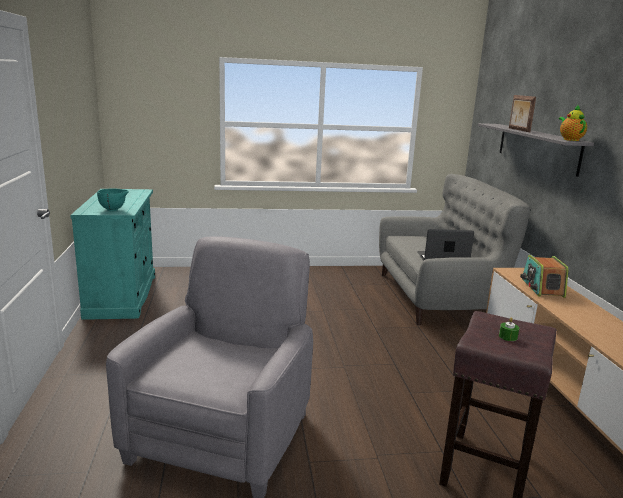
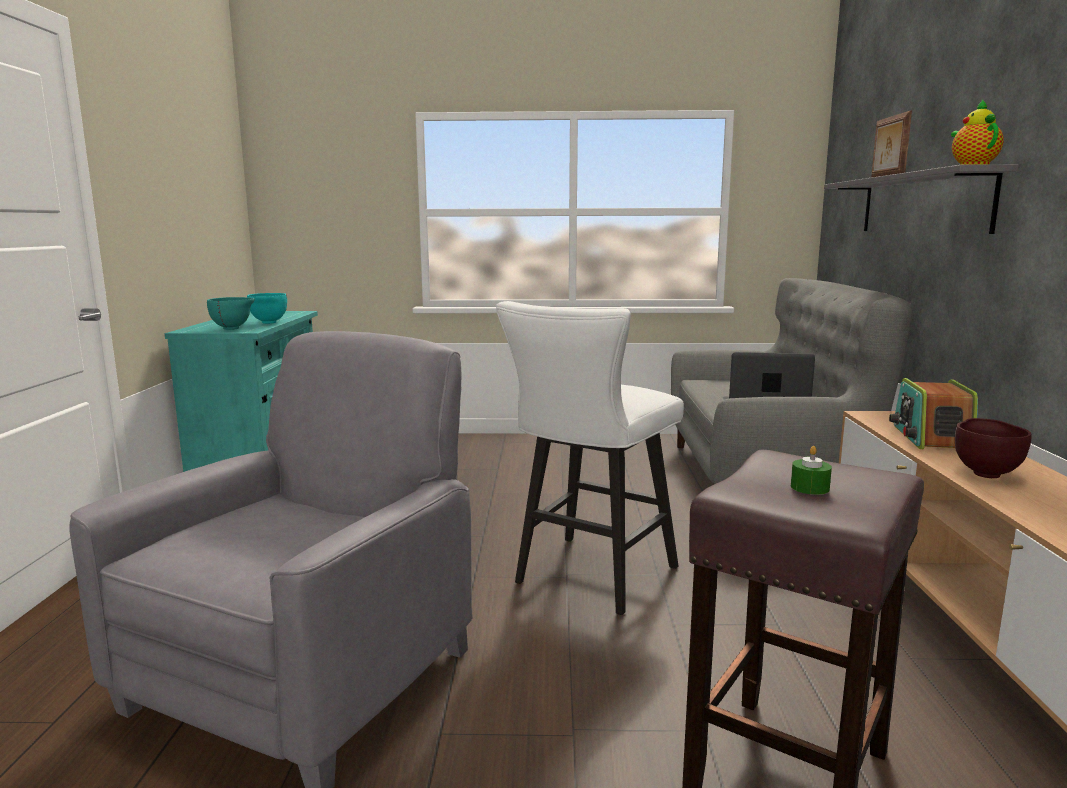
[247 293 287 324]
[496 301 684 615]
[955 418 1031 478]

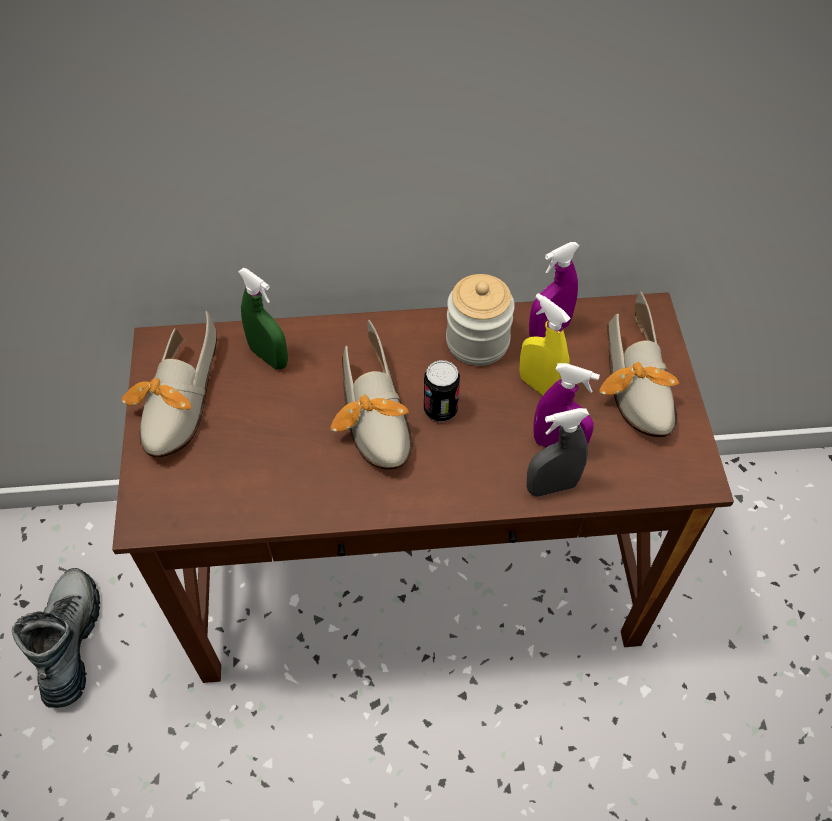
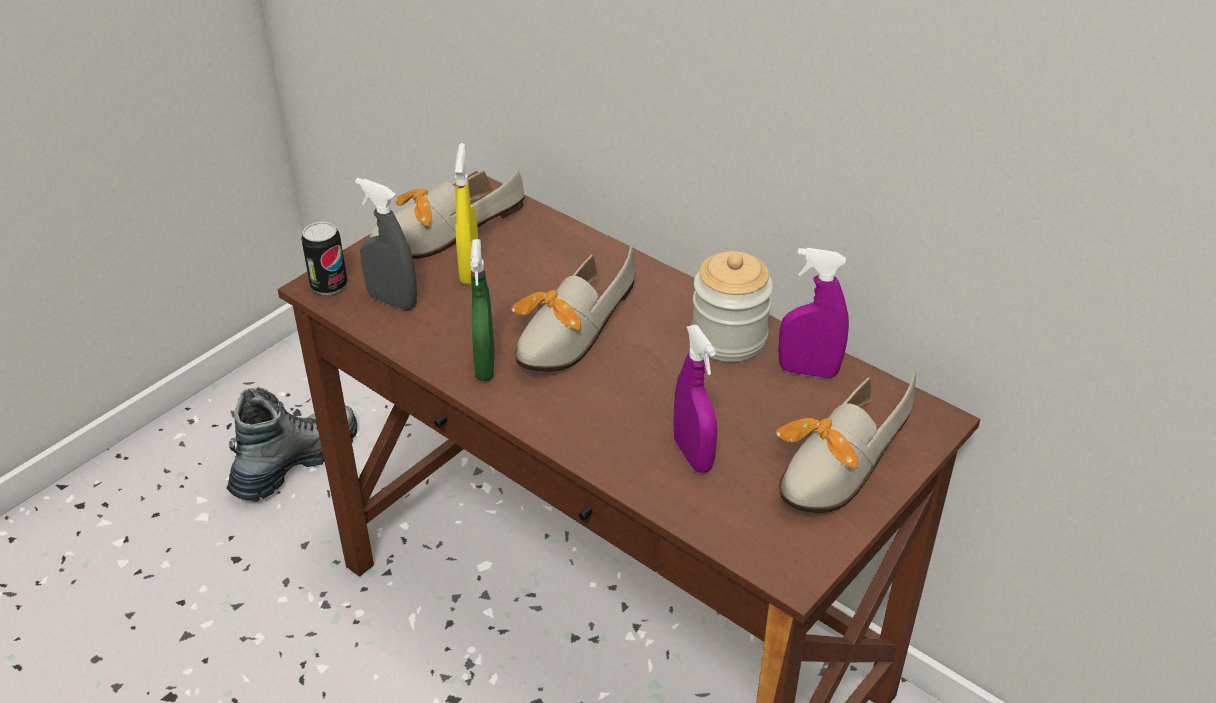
[470 239 494 381]
[301 221 348 295]
[455 143 478 285]
[355 178 417 311]

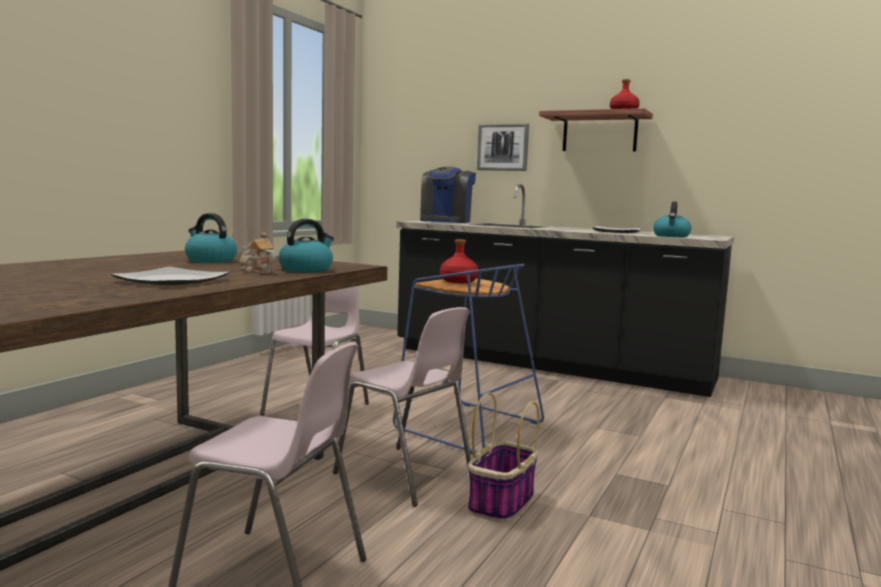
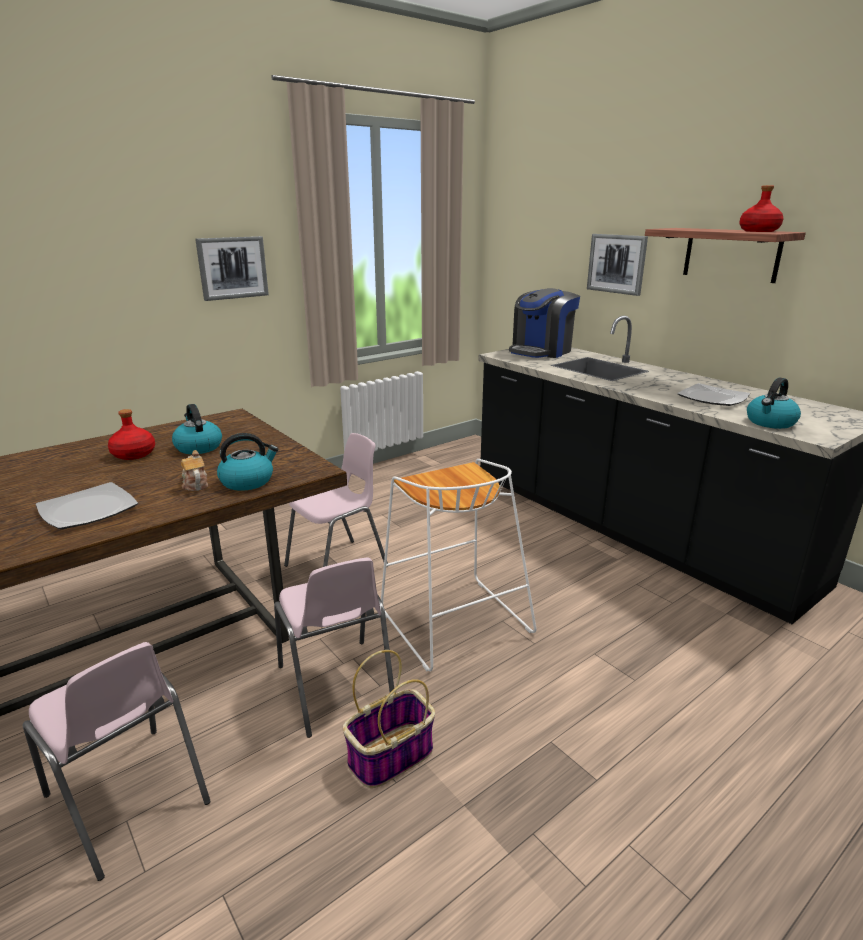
[195 236 269 301]
[108 409 155 460]
[381 459 536 671]

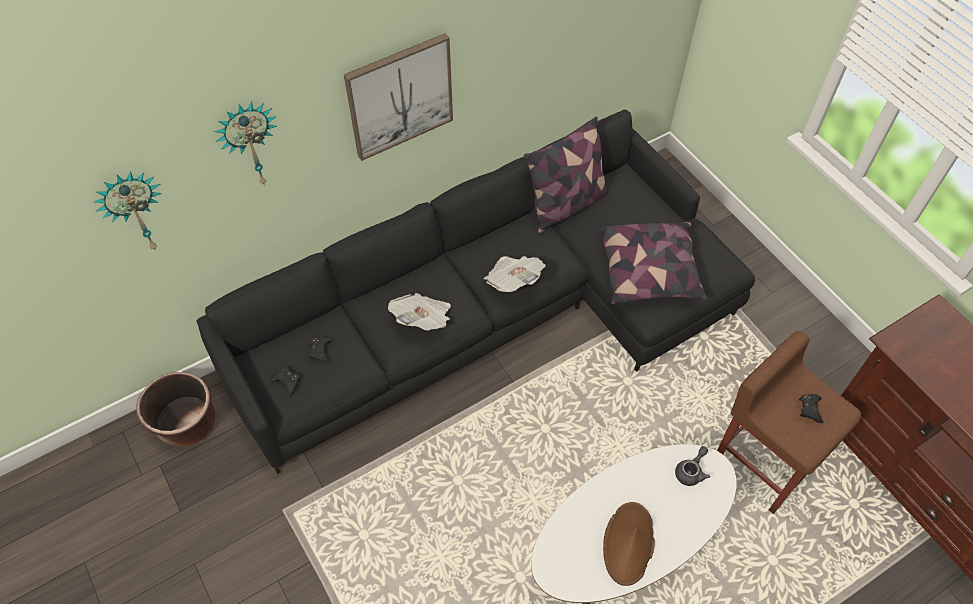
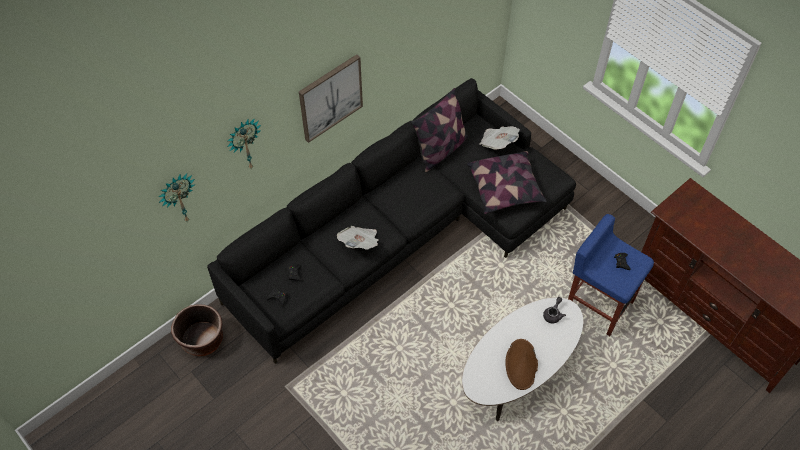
[479 126 520 149]
[568 214 654 336]

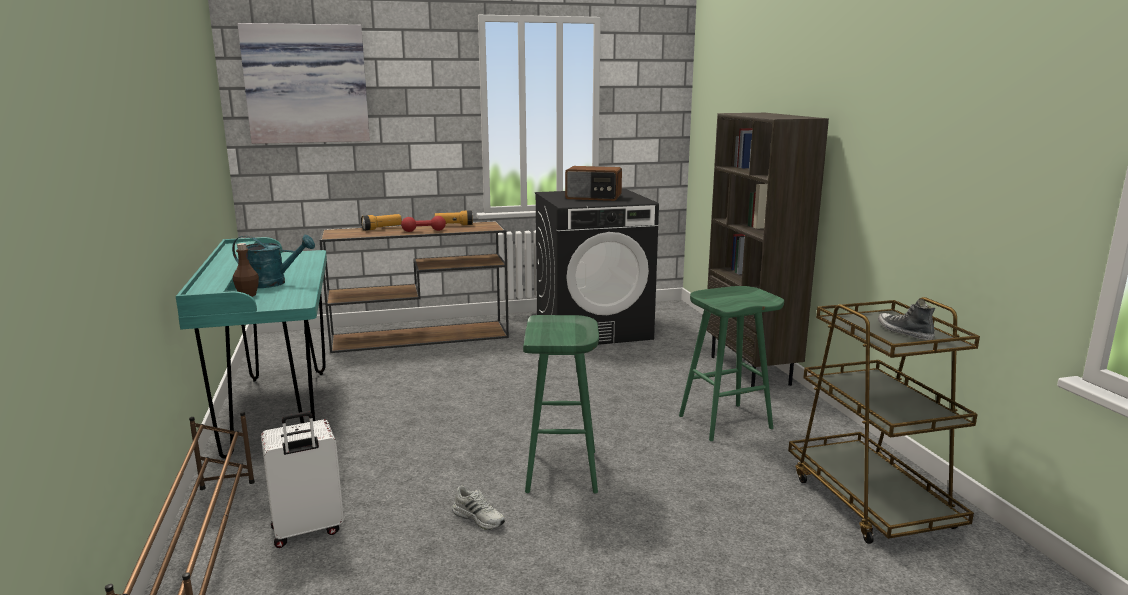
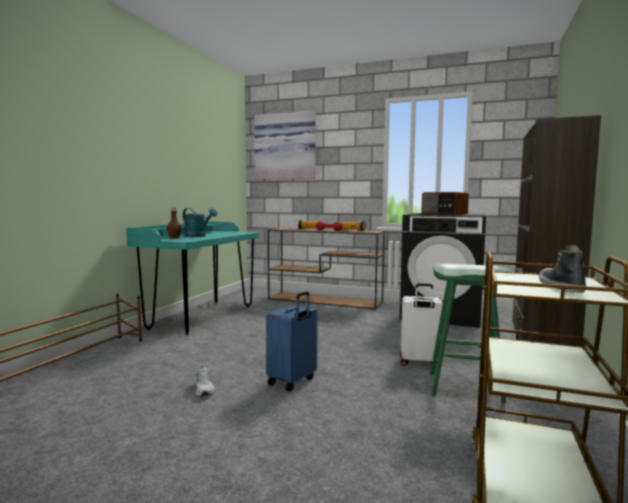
[400 283 443 367]
[266 291 318 391]

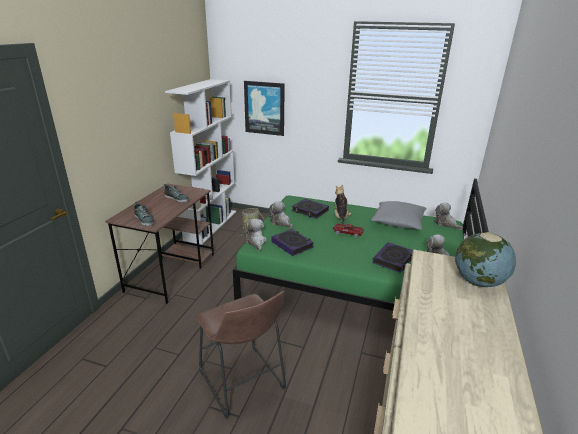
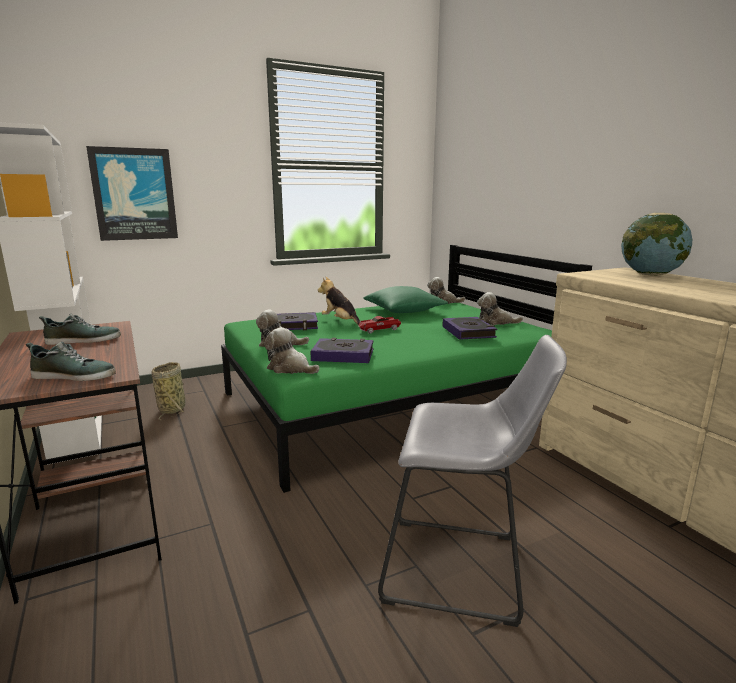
[378 335 567 627]
[364 286 448 313]

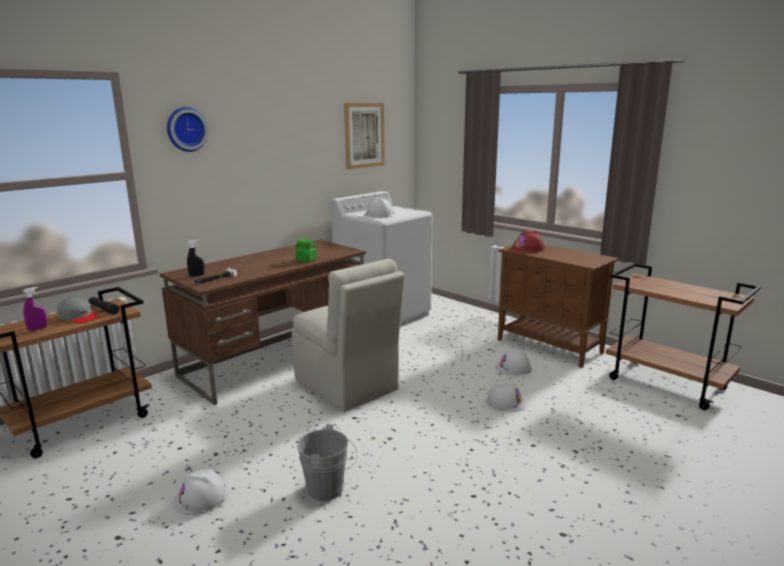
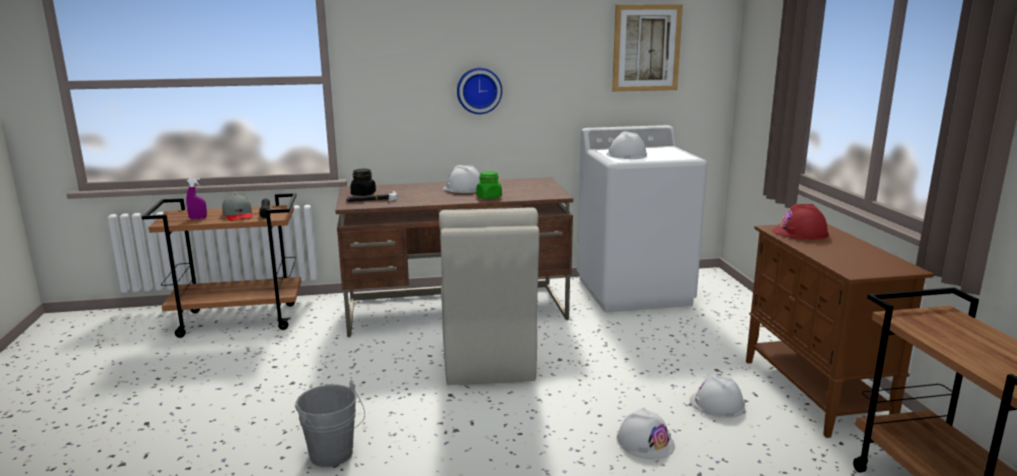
[457 68 502 114]
[443 165 480 193]
[350 169 376 196]

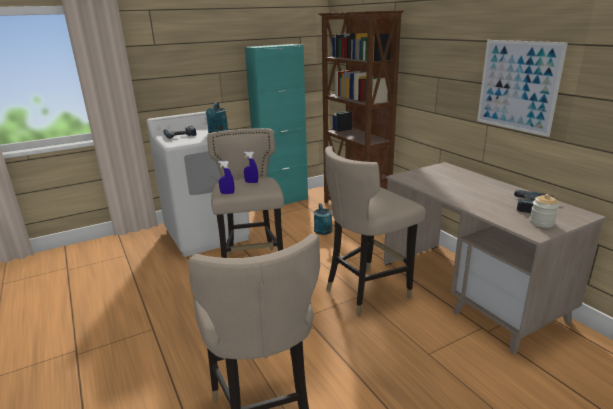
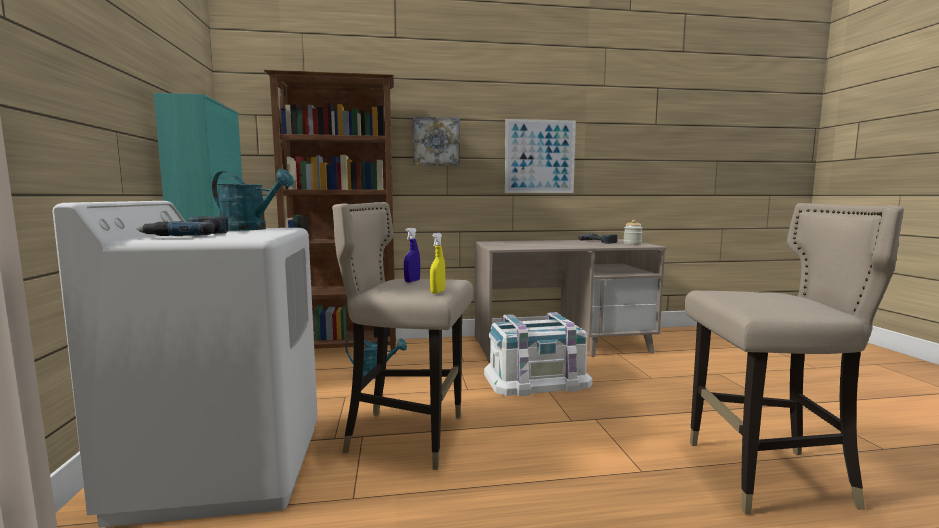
[413 117 460 166]
[484 312 592 396]
[430 233 445 294]

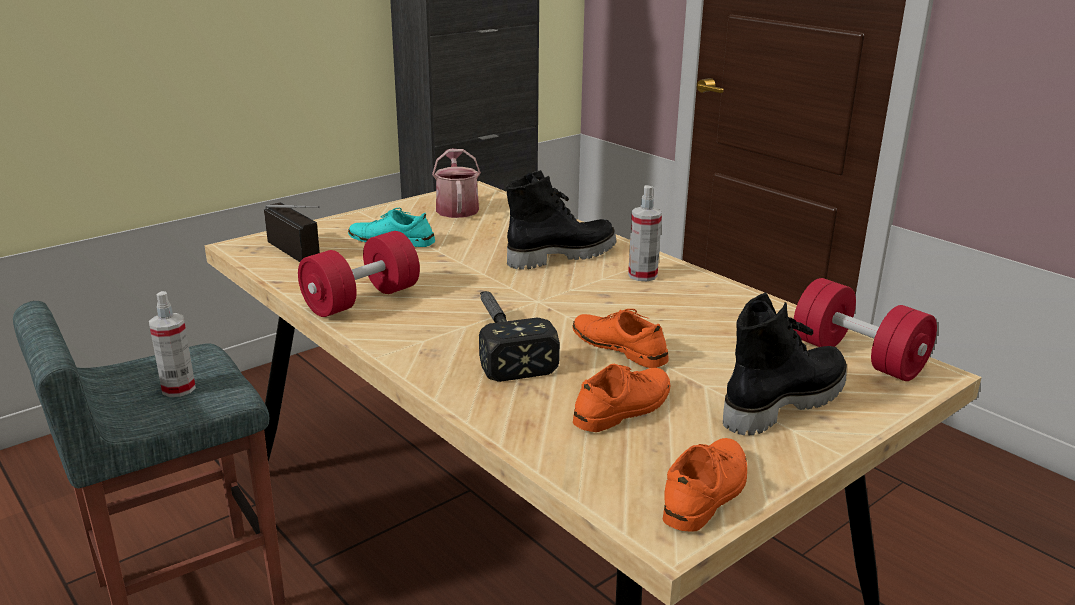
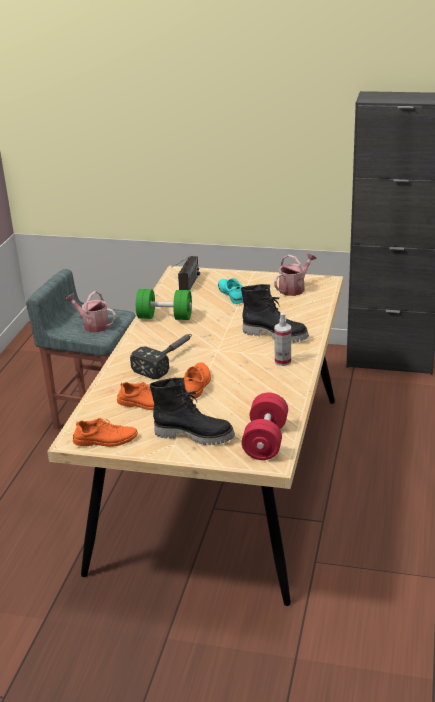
[65 291 116 333]
[136 289 192 320]

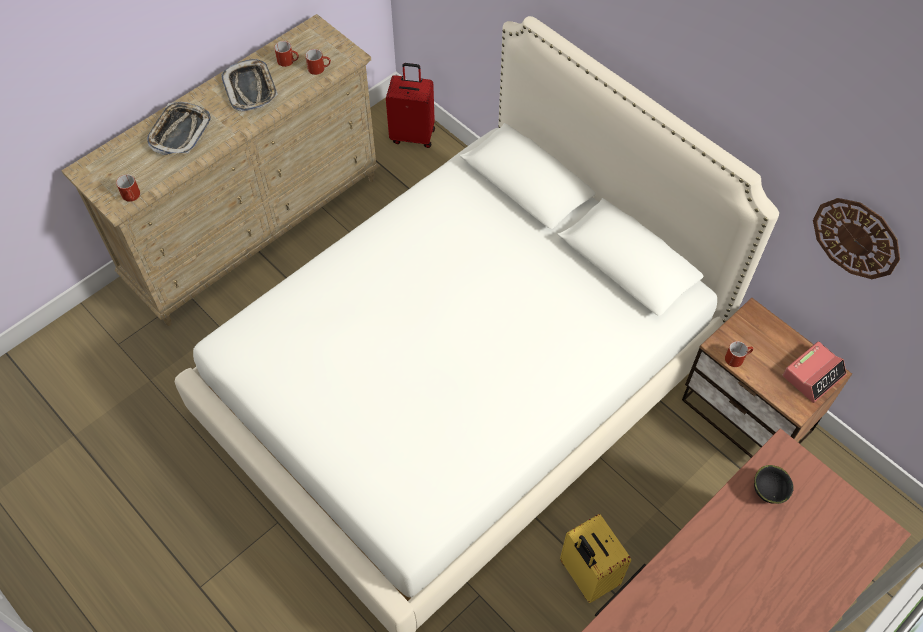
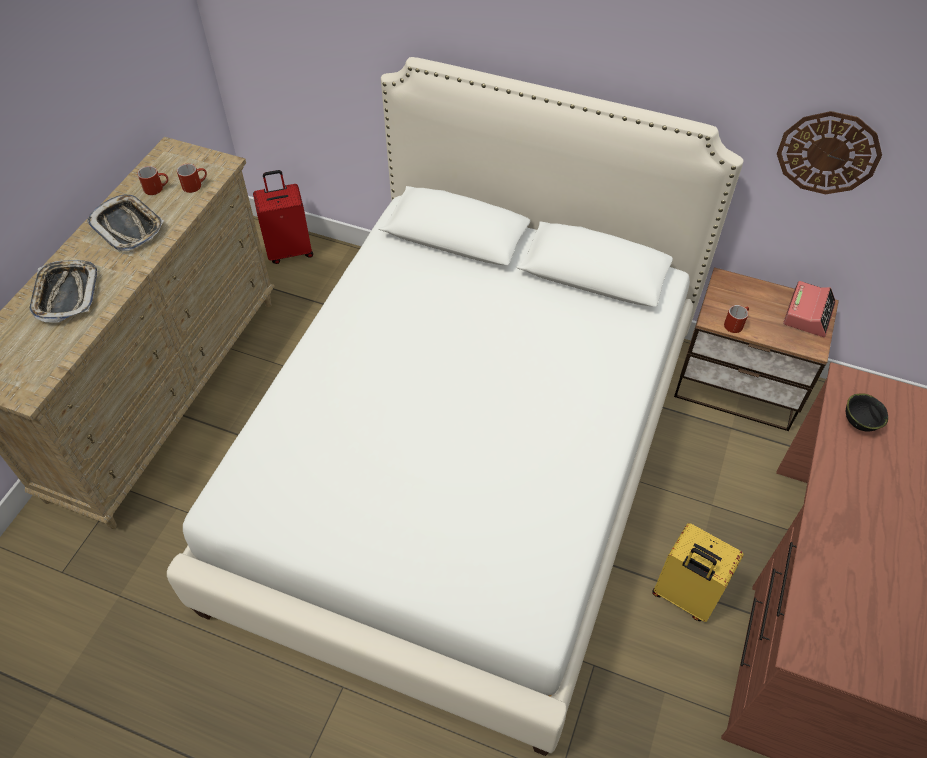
[116 174 140 202] (first image)

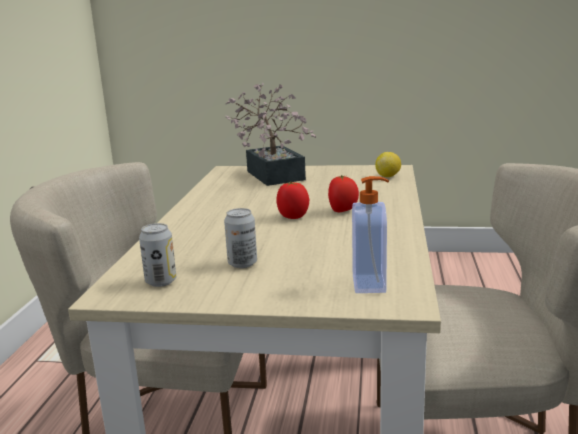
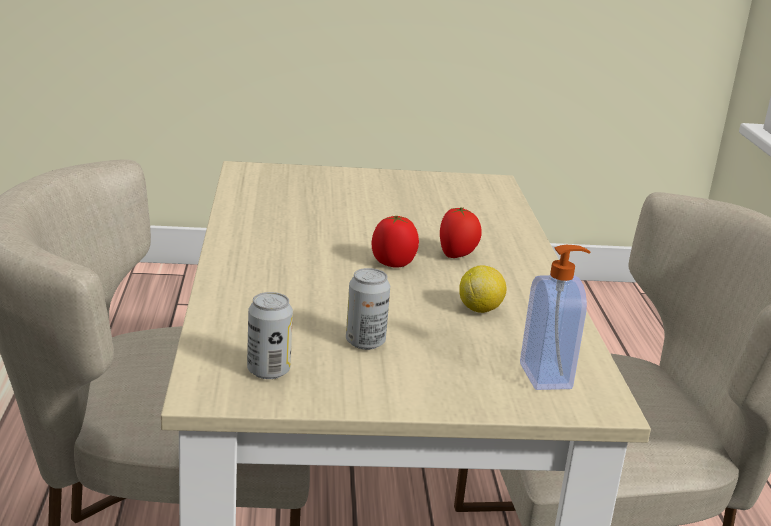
[225 83 316 186] (first image)
[459 265 507 313]

